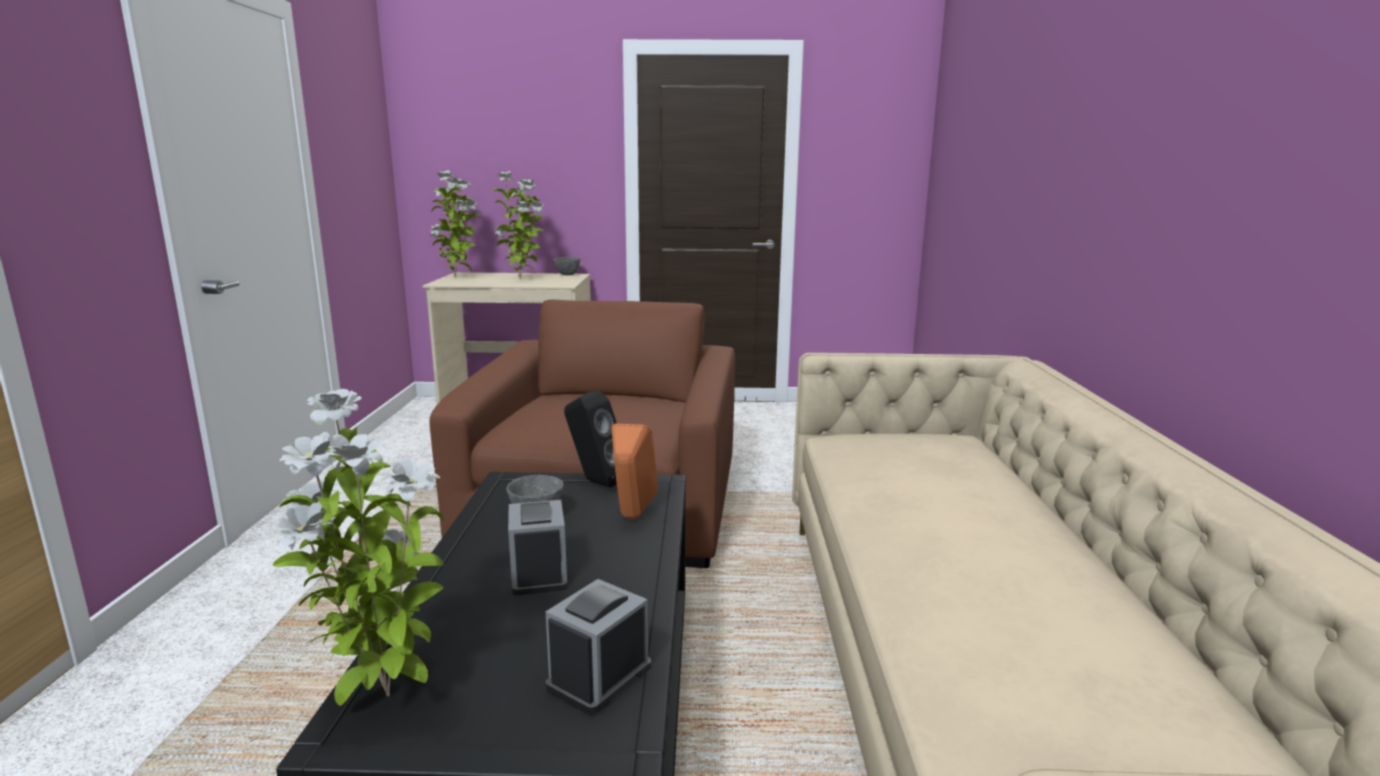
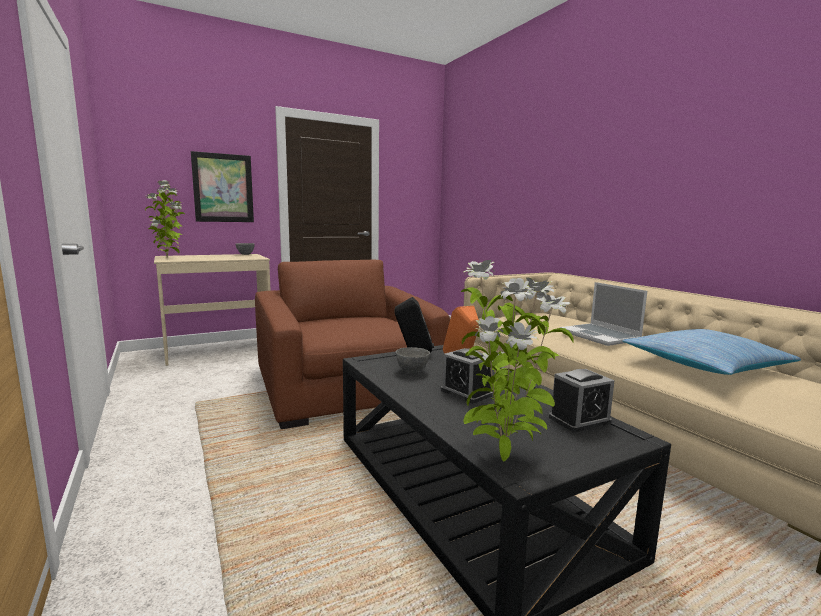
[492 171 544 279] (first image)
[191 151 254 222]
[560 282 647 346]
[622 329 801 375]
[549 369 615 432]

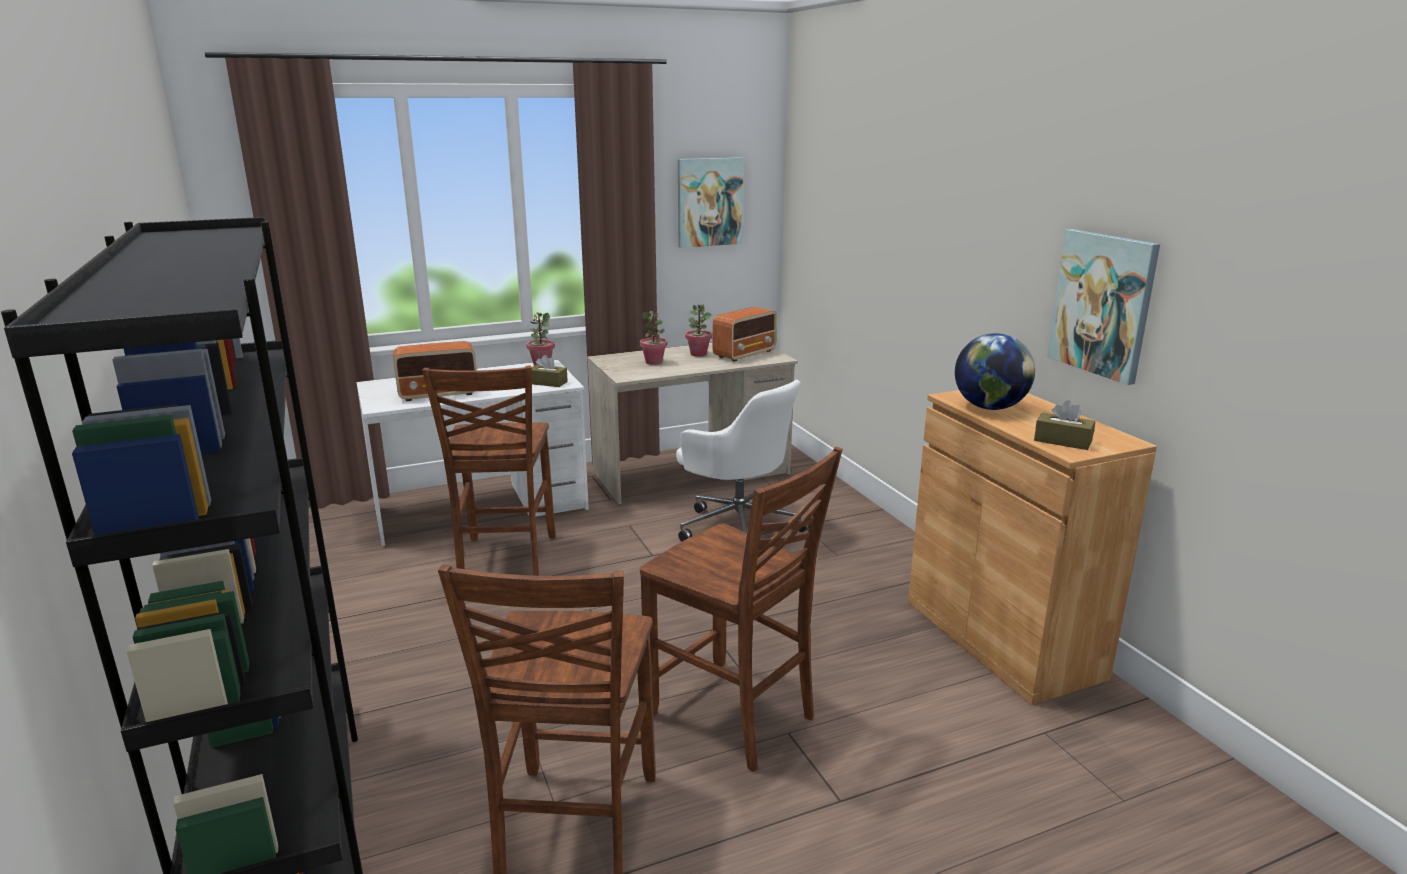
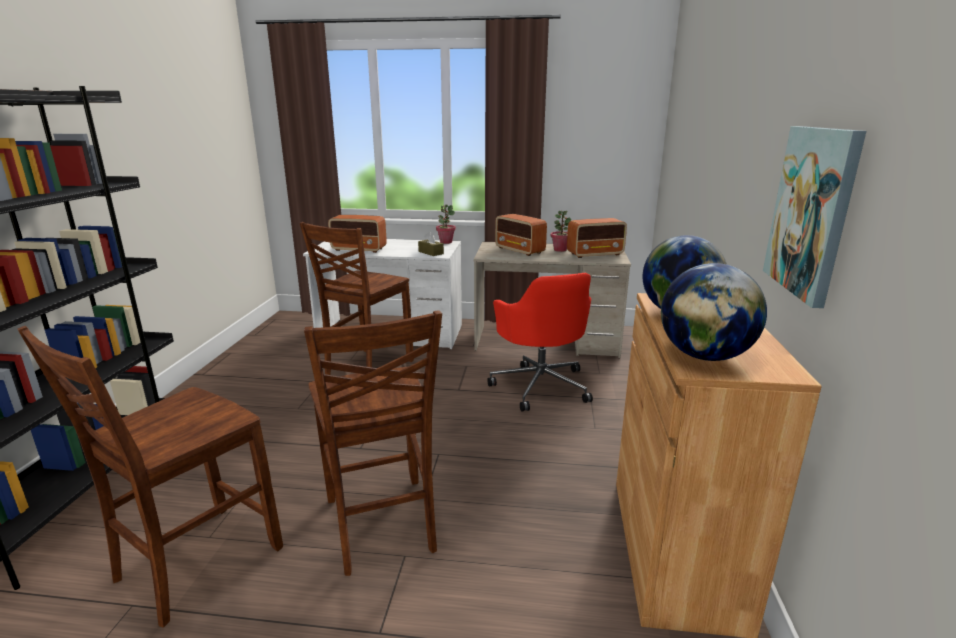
[678 157 744 248] (first image)
[495 214 547 256]
[661 263 767 361]
[487 273 593 412]

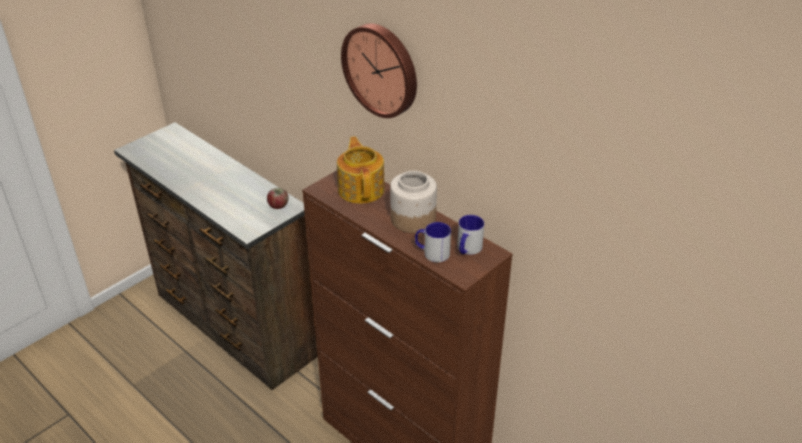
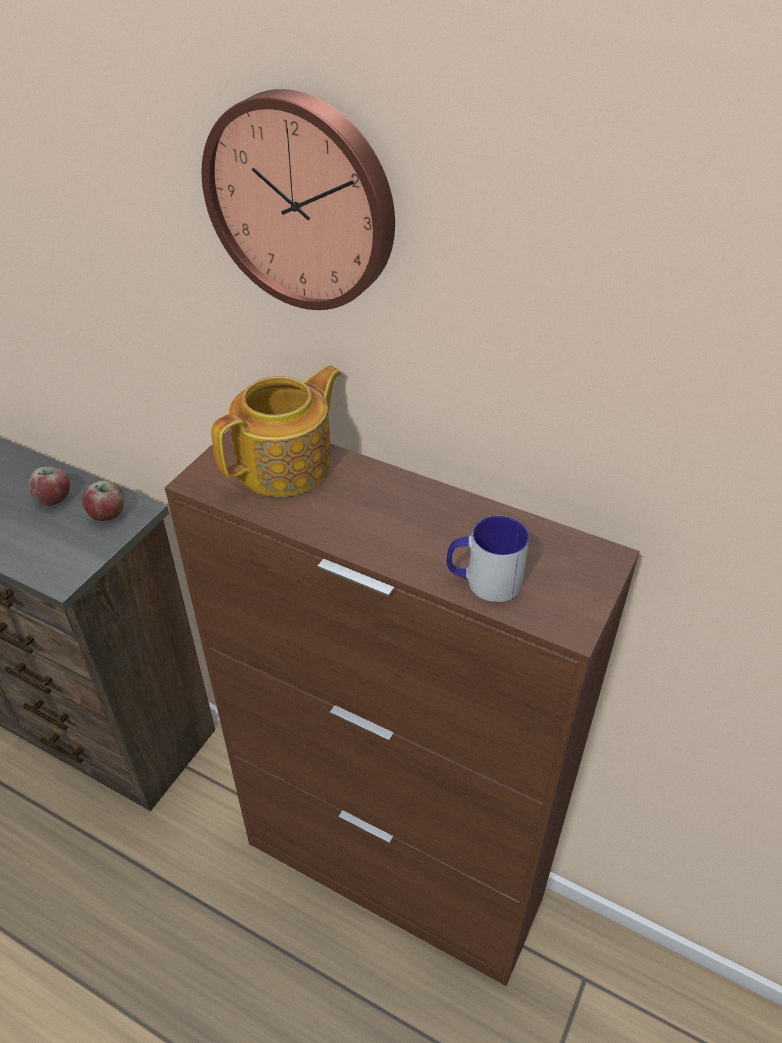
[390 171 437 233] (first image)
[457 215 484 255] (first image)
[28 466 70 506]
[211 365 342 497]

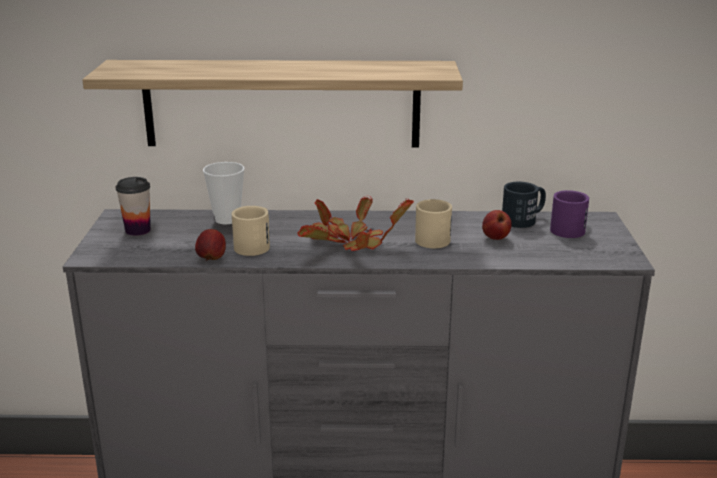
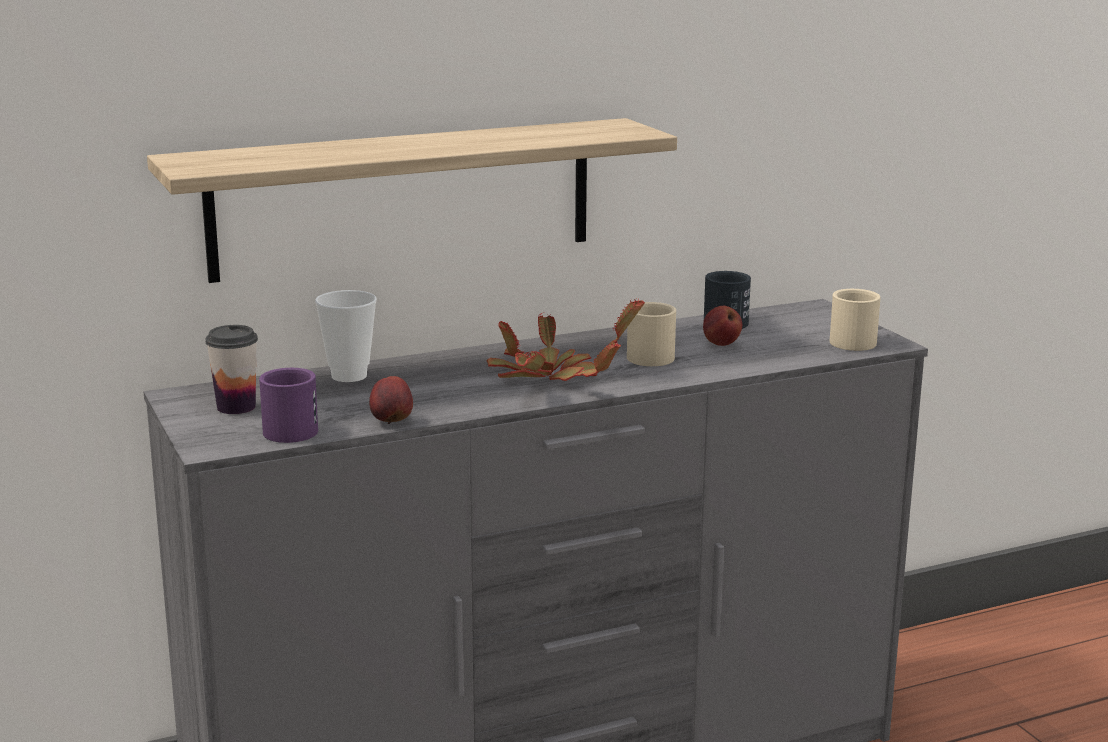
[830 289 881 351]
[259 368 318 443]

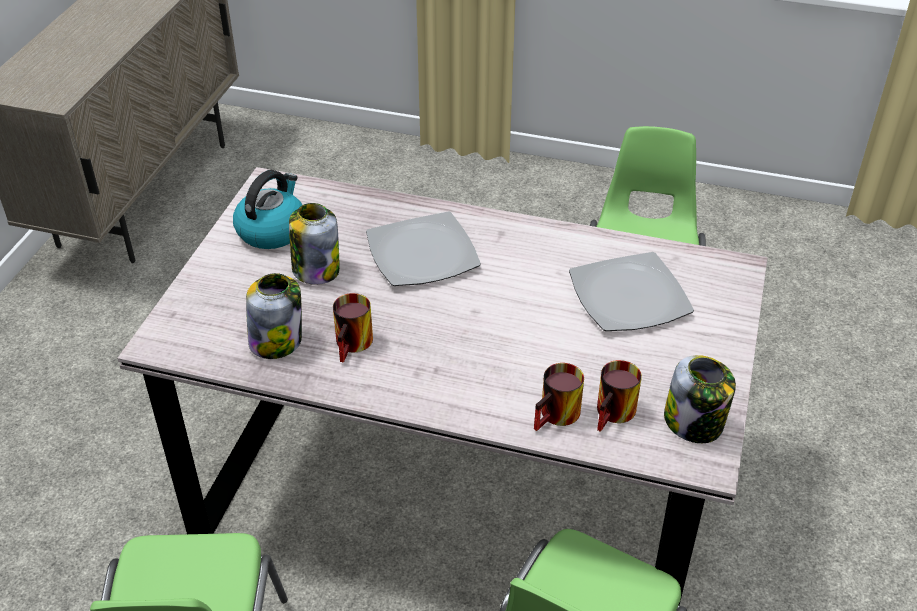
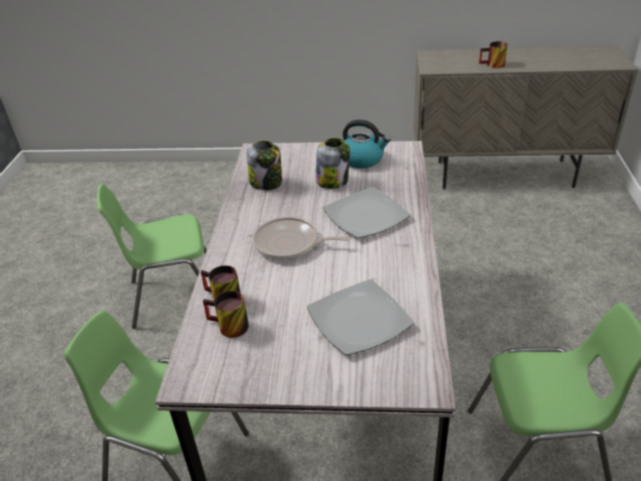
[664 355 736 443] (first image)
[253 217 350 260]
[479 41 508 68]

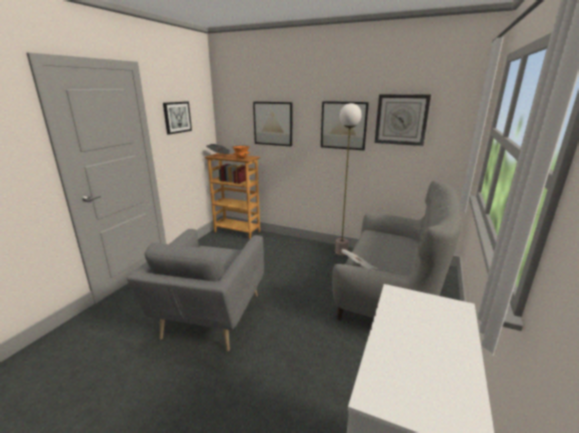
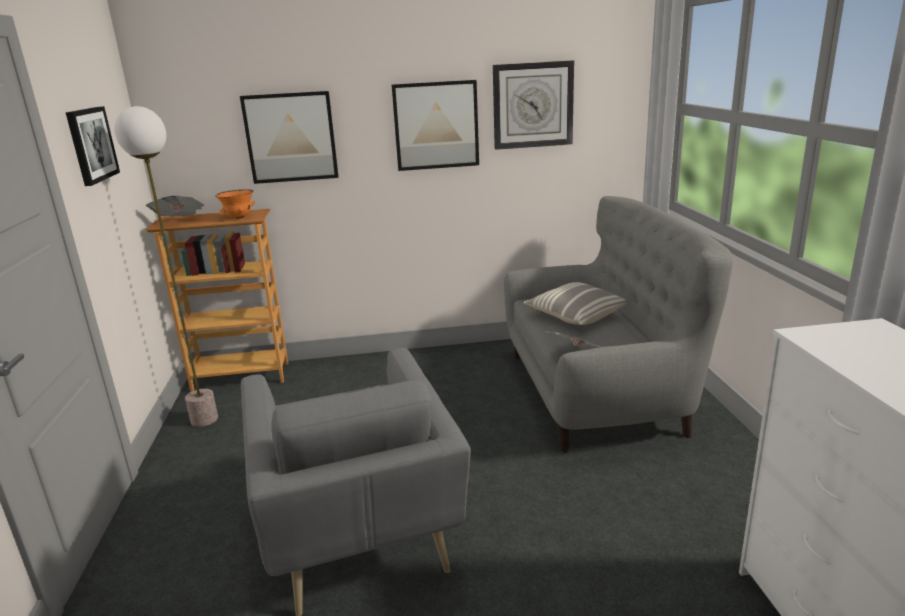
[523 282 629 325]
[114 106 218 427]

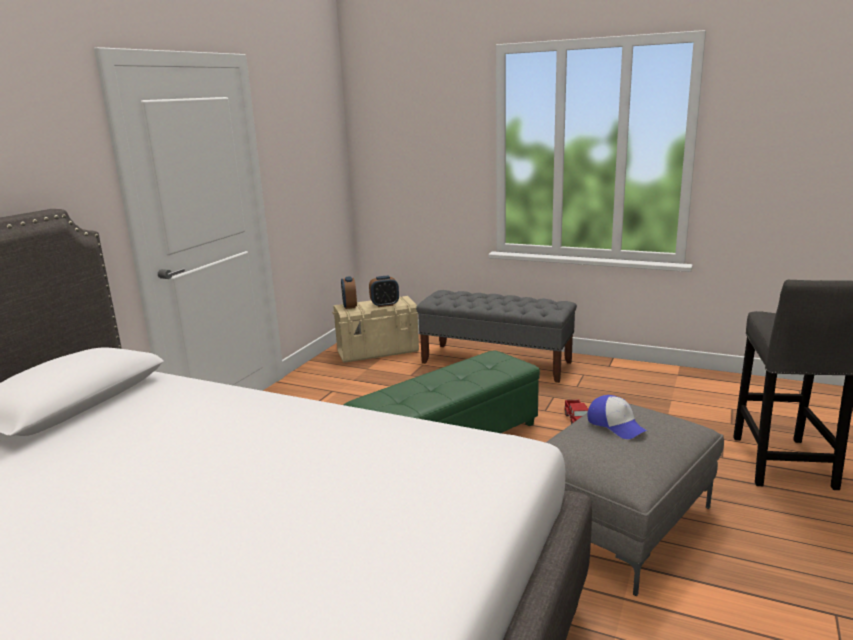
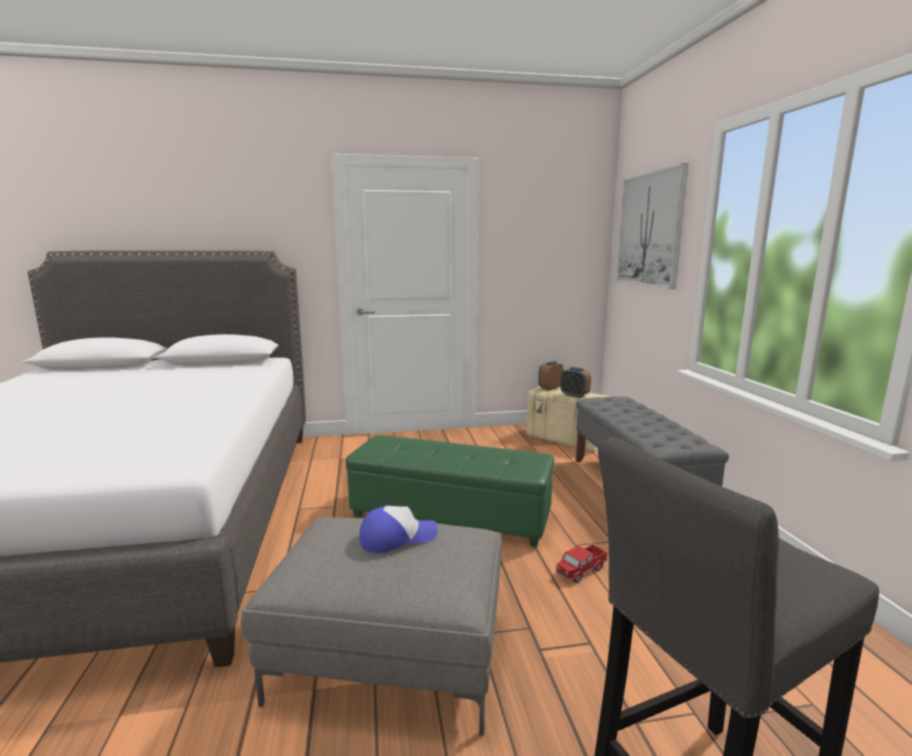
[616 163 688 289]
[359 506 438 553]

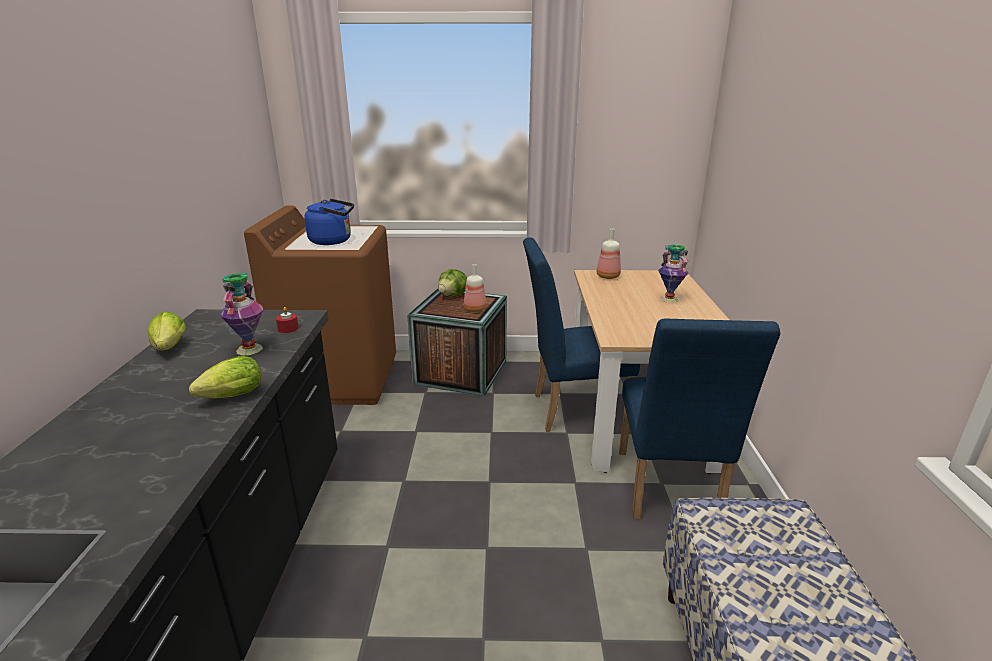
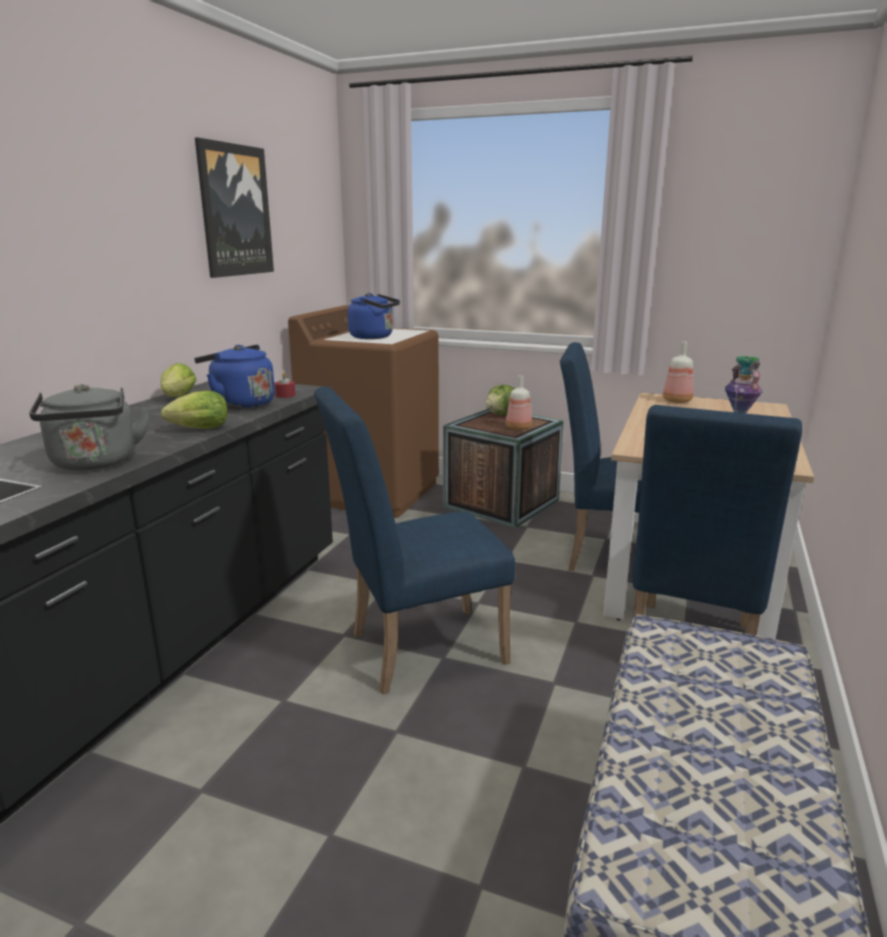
[29 384 150 471]
[195 137 274 278]
[314 387 515 694]
[194 345 275 409]

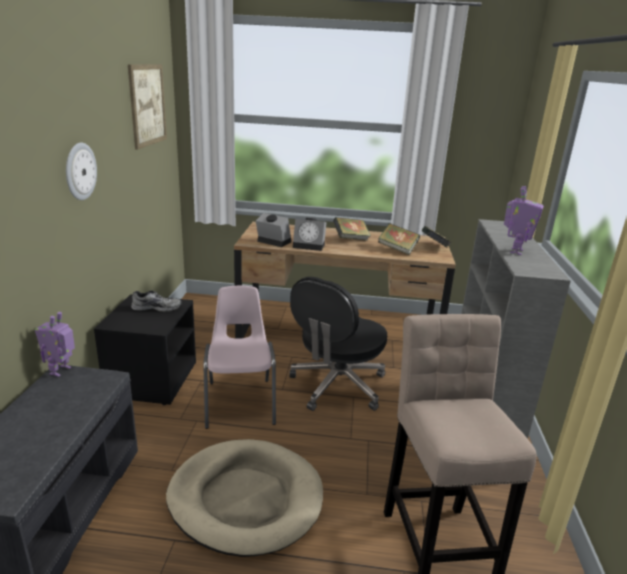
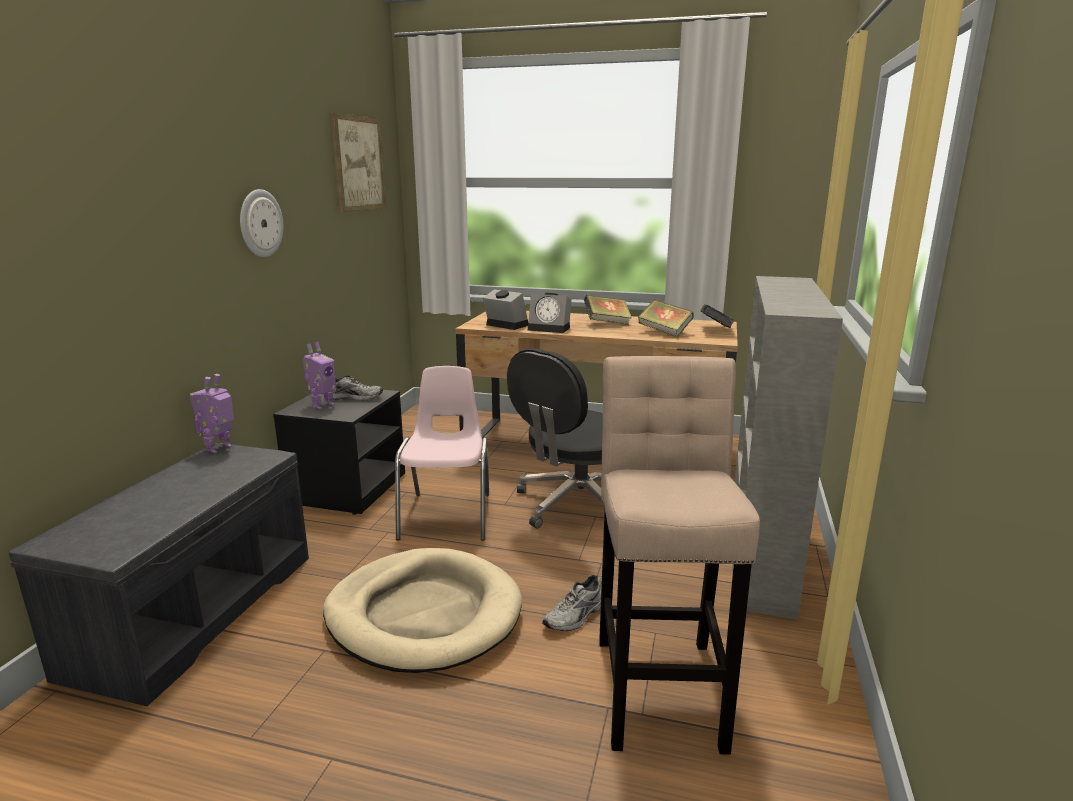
[542 575 601 631]
[302 342 336 409]

